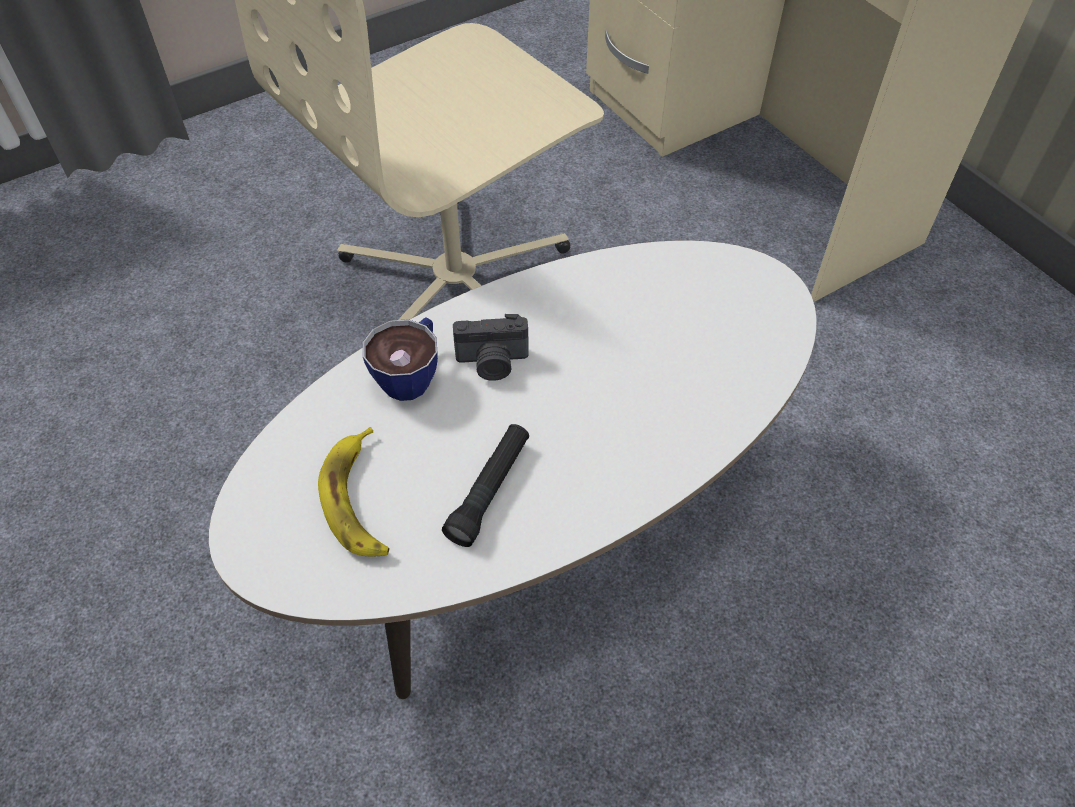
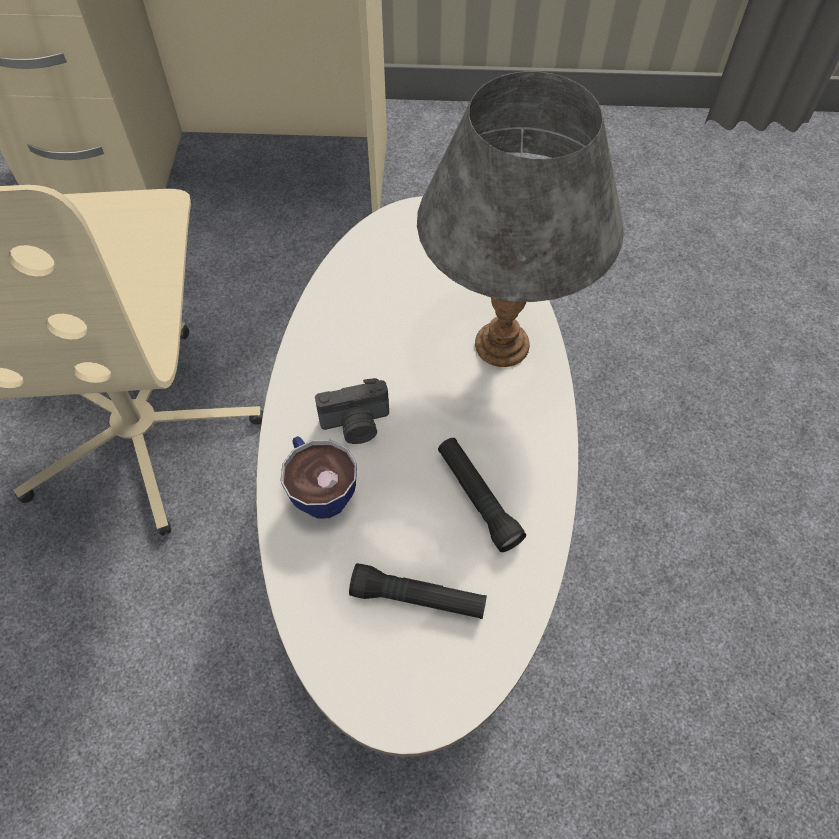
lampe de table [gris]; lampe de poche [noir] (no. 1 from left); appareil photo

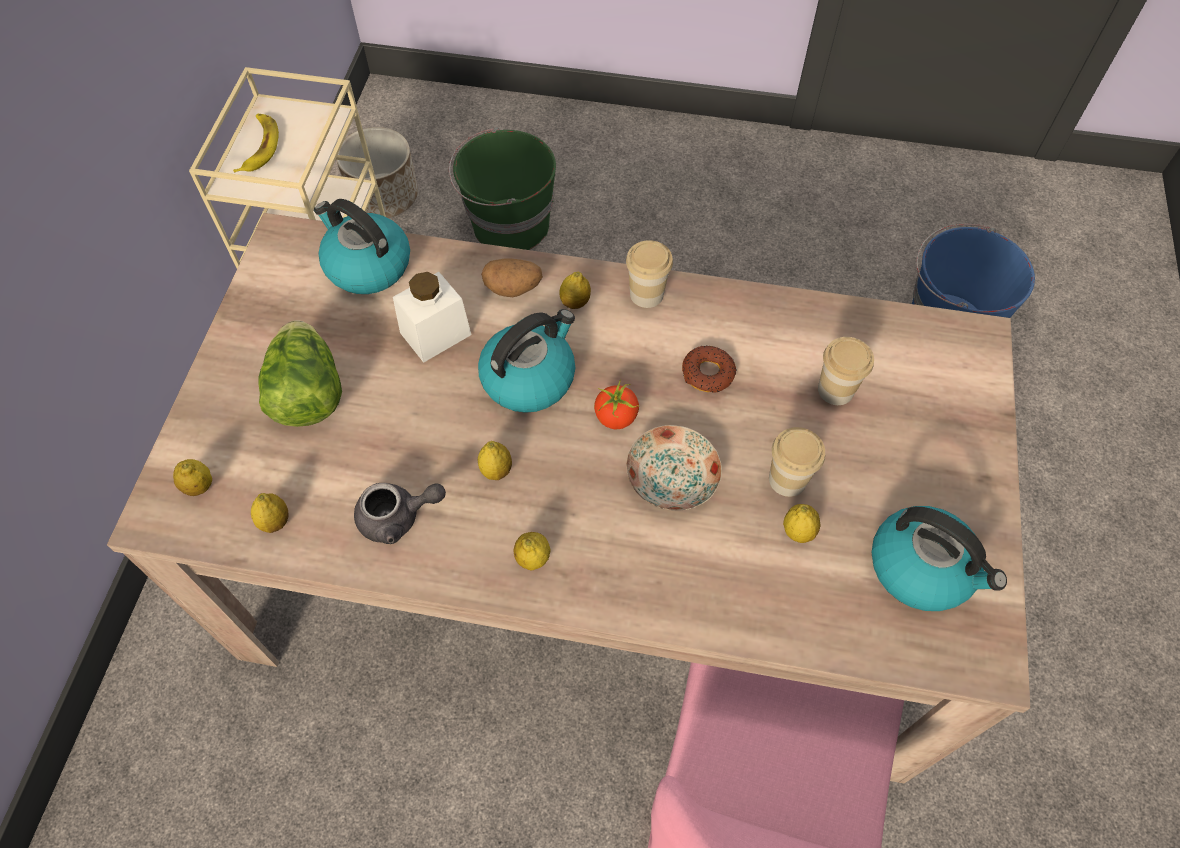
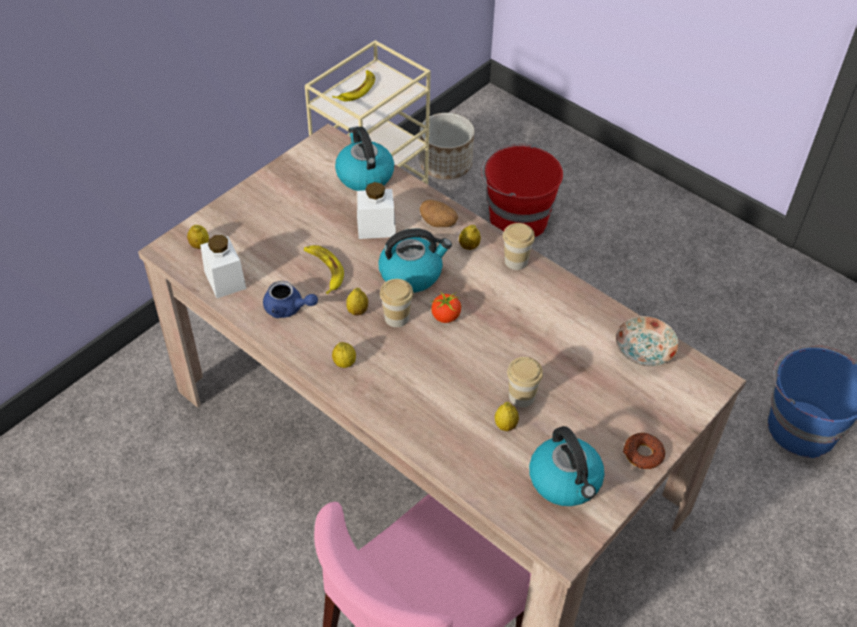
laitue; banane (no. 1 from left); assiette; beignet; tasse (no. 1 from left); bocal [blanc] (no. 1 from left); théière [bleu]; seau [rouge]

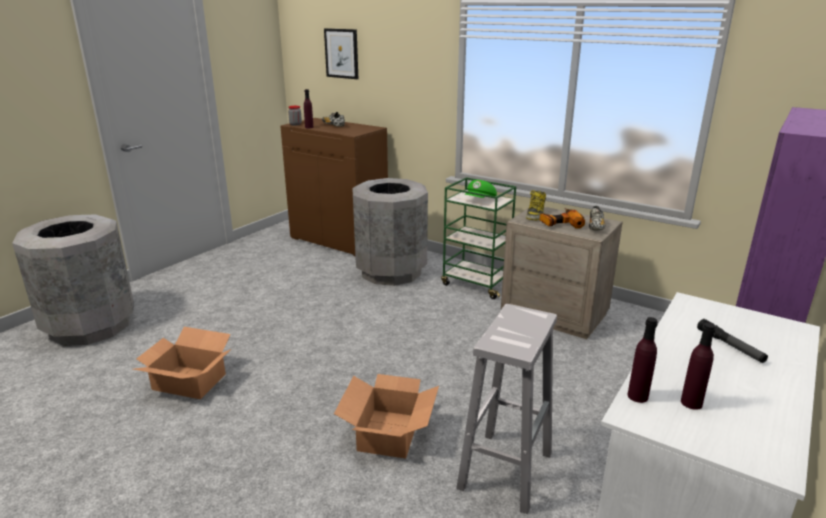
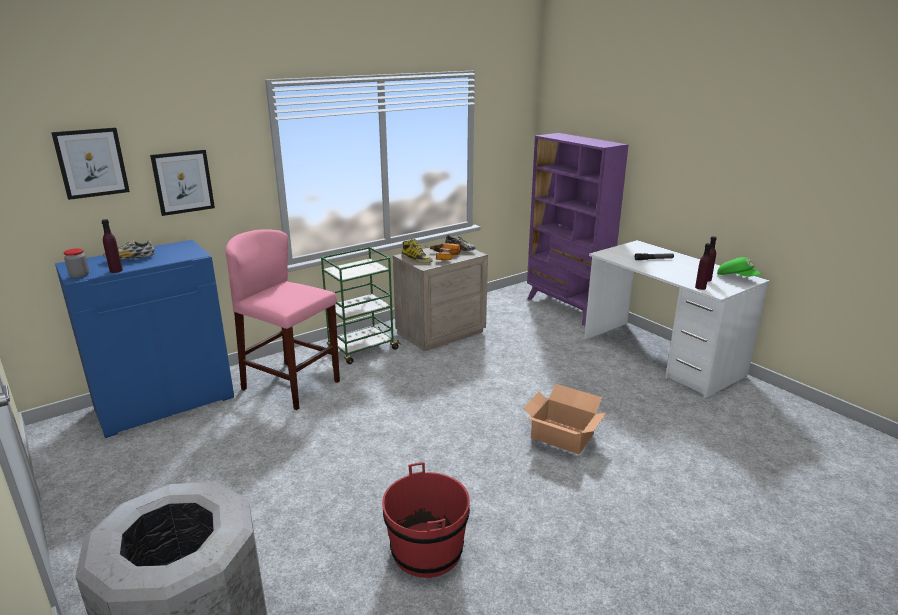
tabouret [blanc]; tableau (no. 2 from left); casquette [vert]; seau [rouge]; tabouret [rose]; meuble de rangement [bleu]

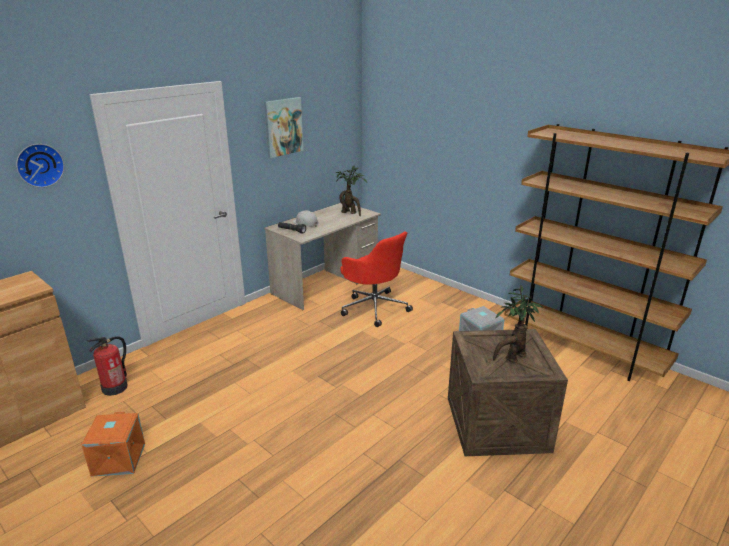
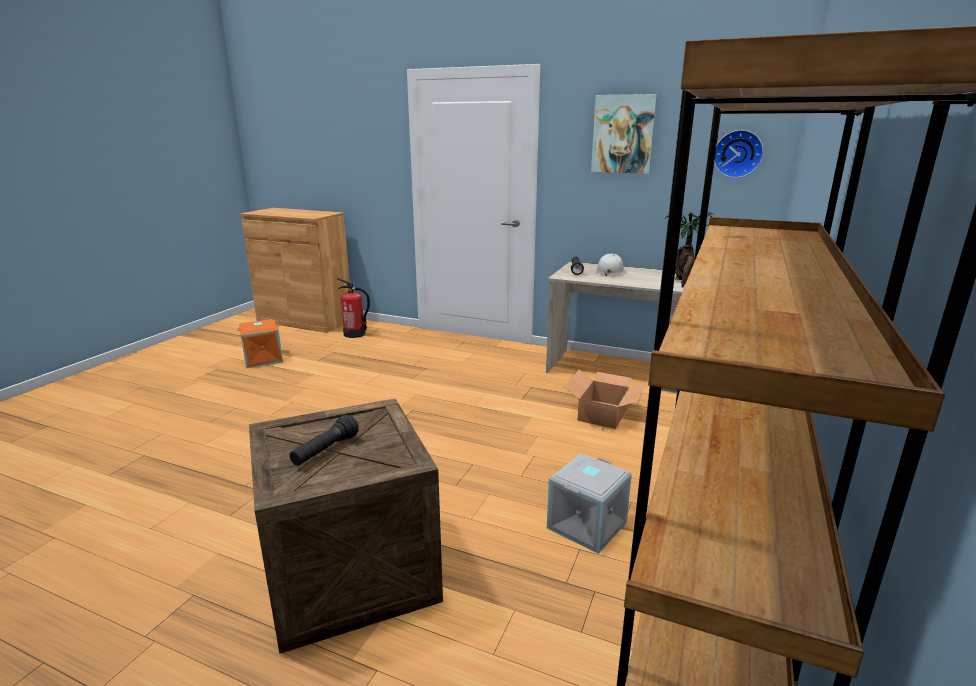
horloge murale; carton; lampe de poche [noir] (no. 1 from left)

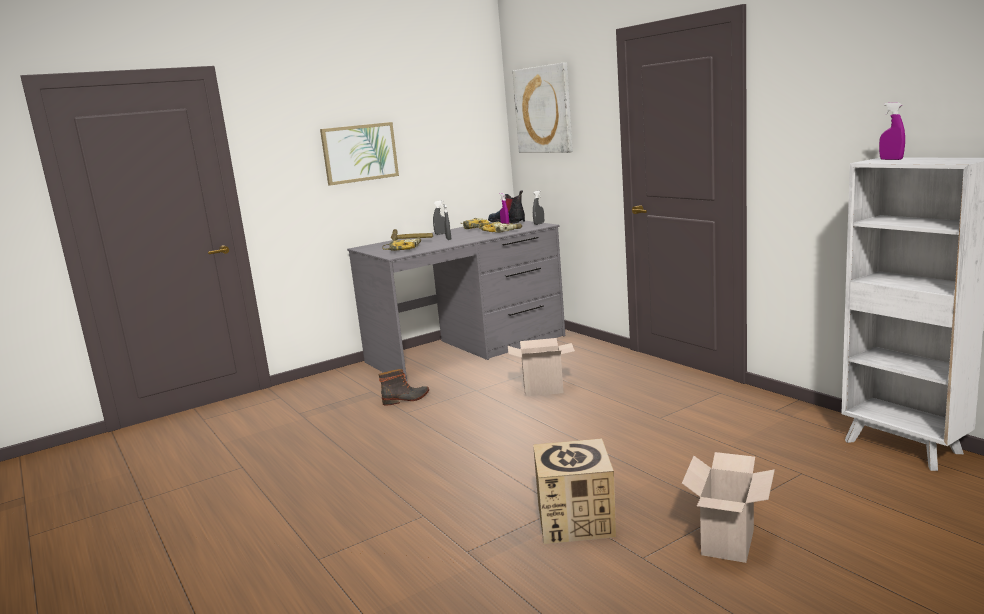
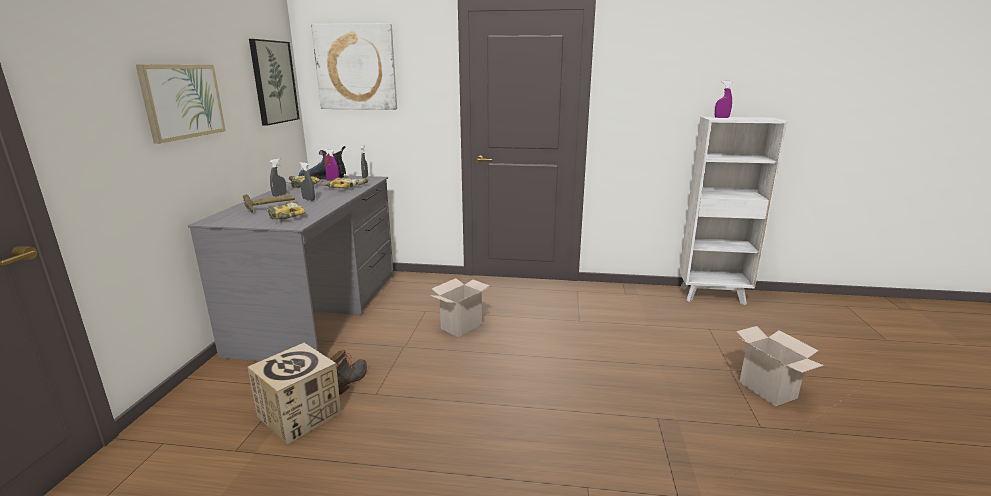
tableau (no. 2 from left); carton (no. 1 from left)

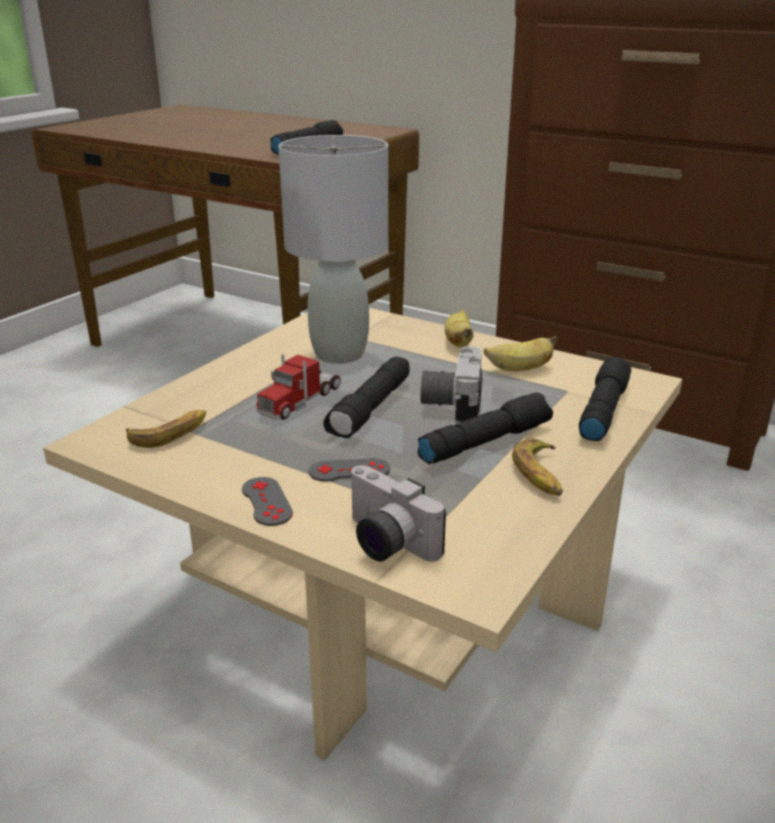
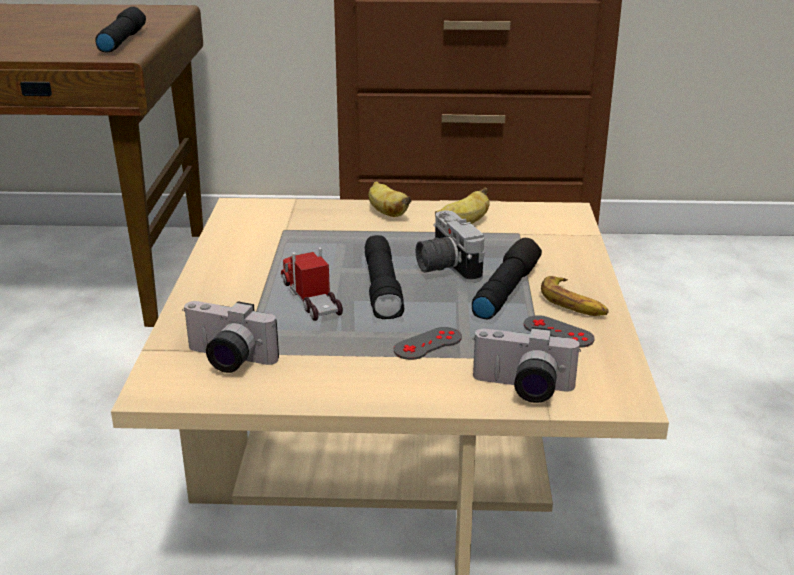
lampe de table [gris]; lampe de poche [noir] (no. 4 from left in the first image); manette [gris] (no. 2 from left); appareil photo (no. 1 from left); camion jouet

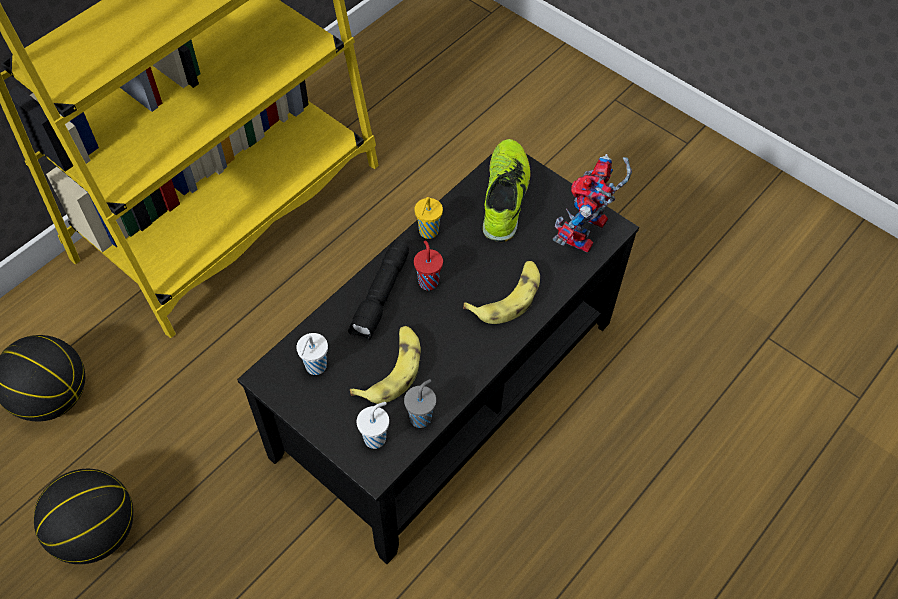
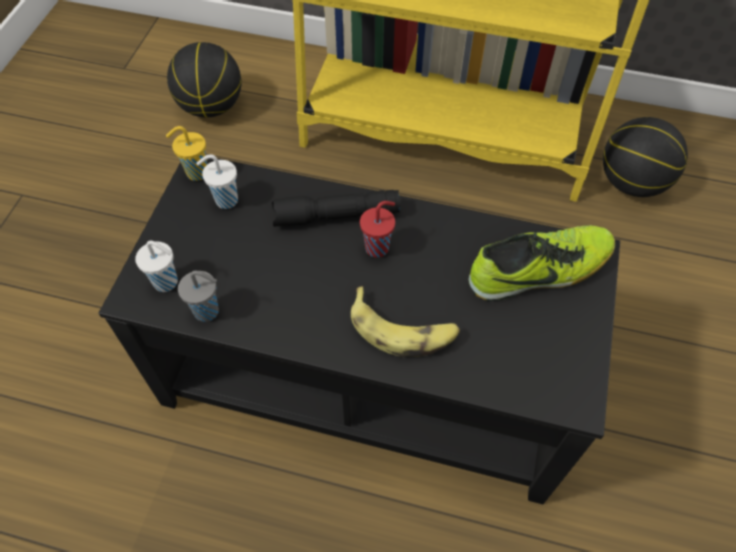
banane (no. 1 from left in the first image); robot jouet; ballon de basket (no. 2 from left); tasse [jaune]

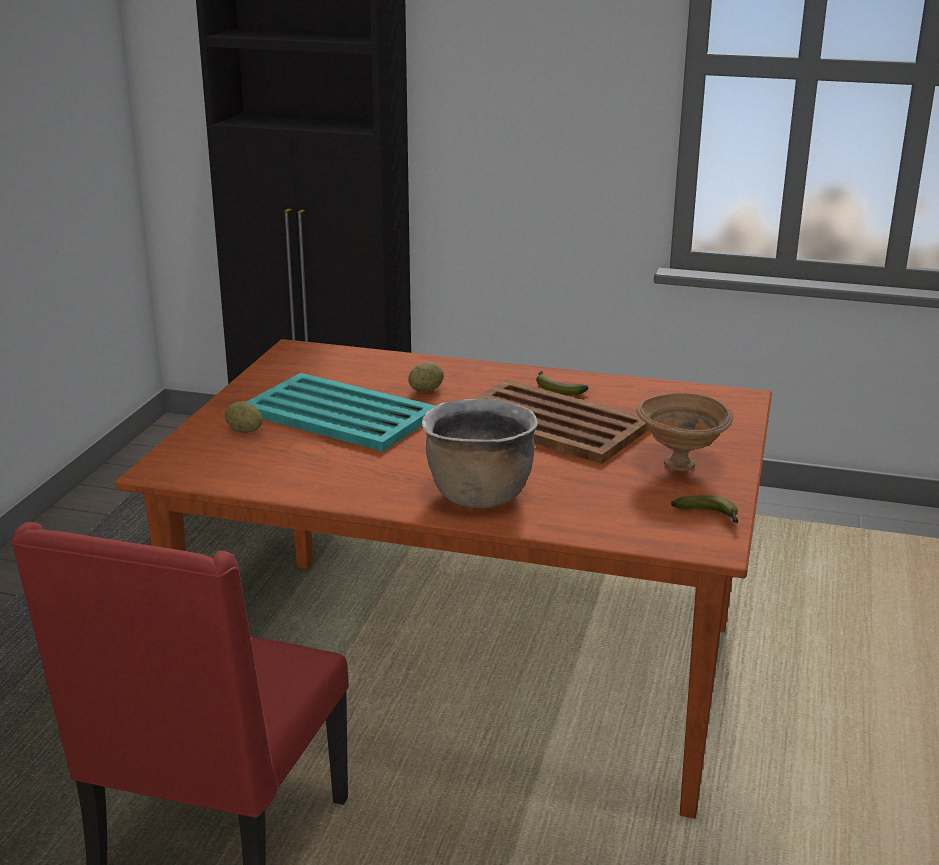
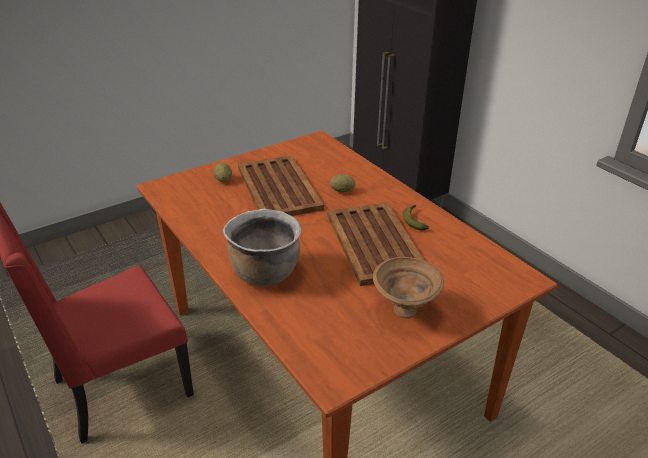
banane (no. 2 from left in the first image); plateau [marron] (no. 1 from left)

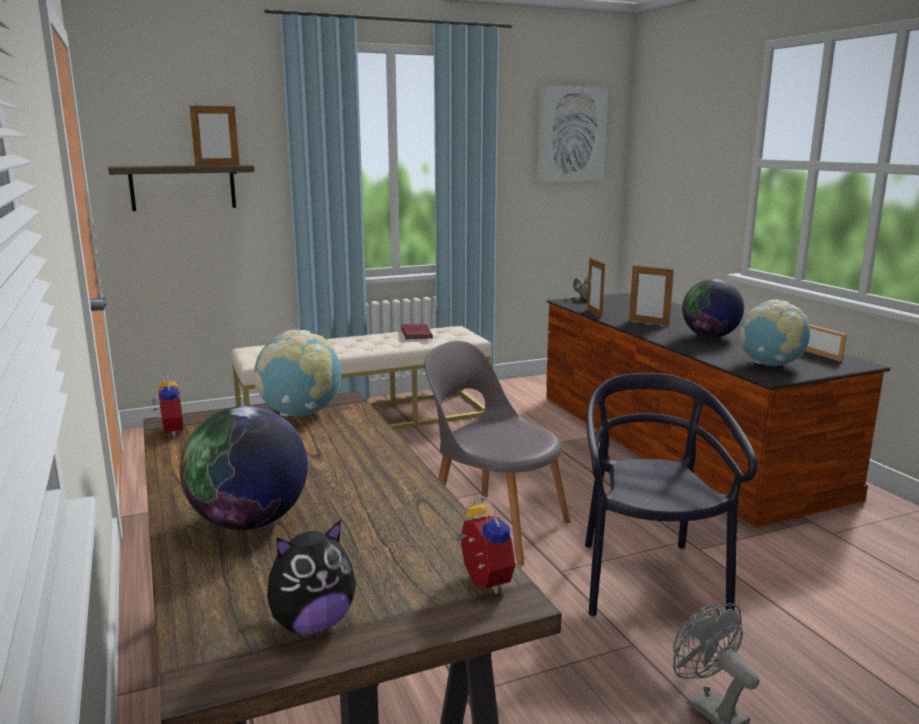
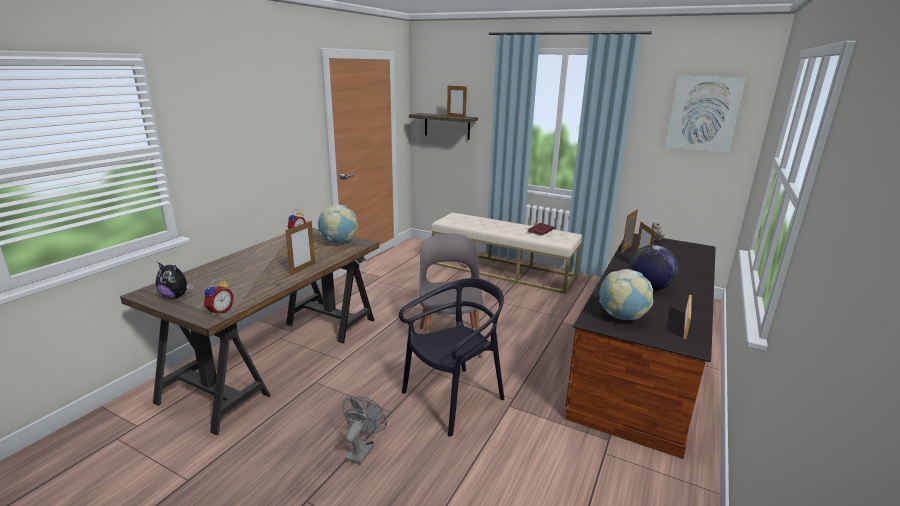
globe (no. 1 from left in the first image); cadre photo (no. 1 from left)

